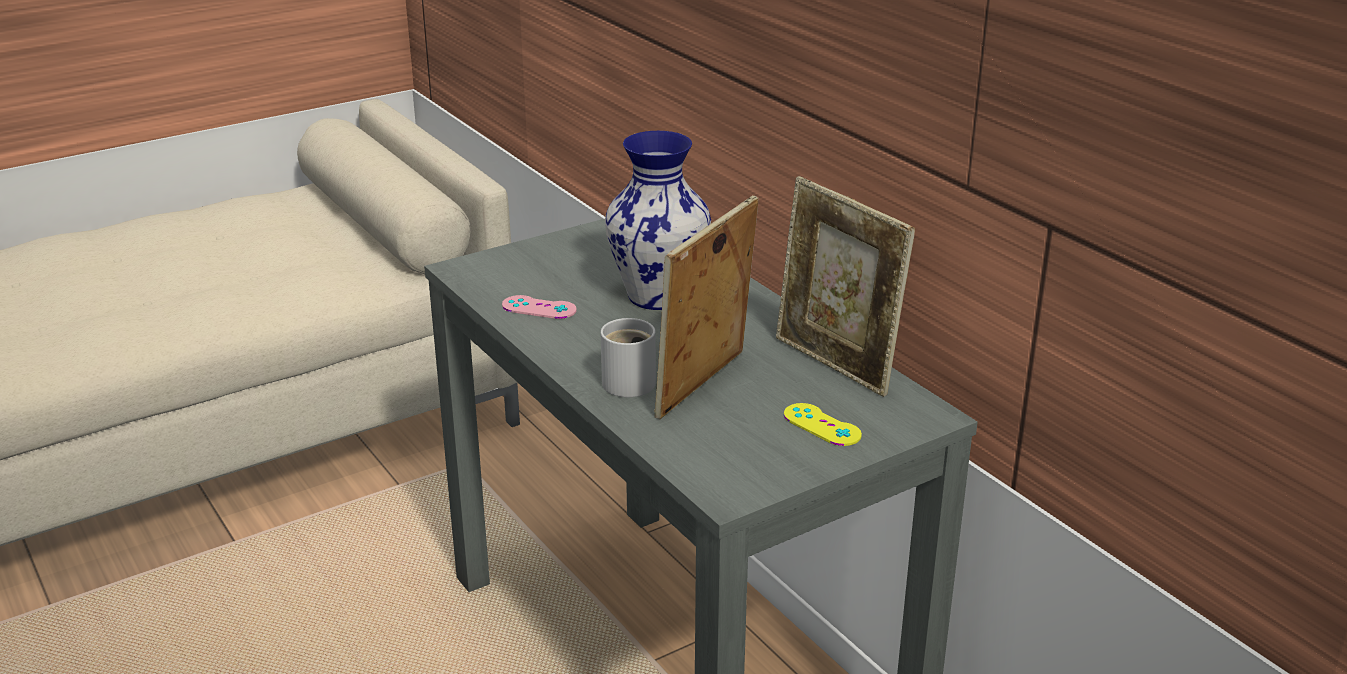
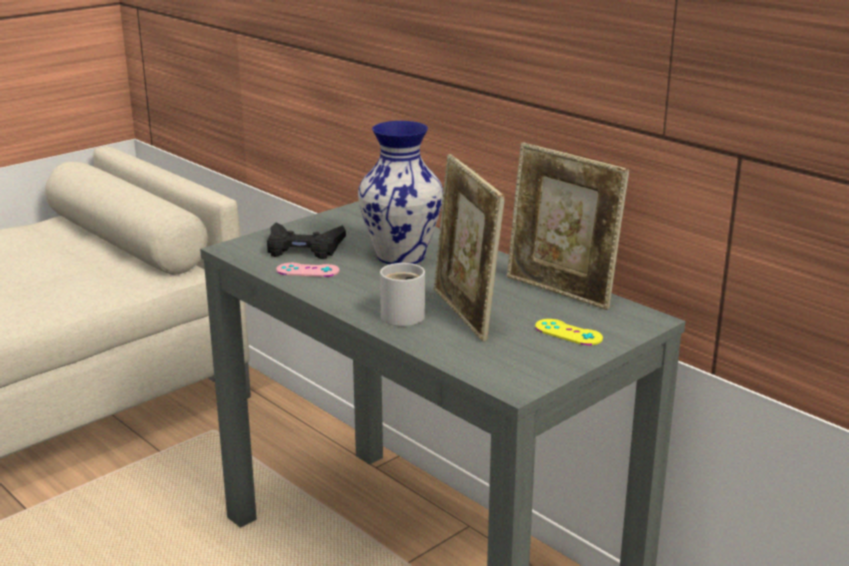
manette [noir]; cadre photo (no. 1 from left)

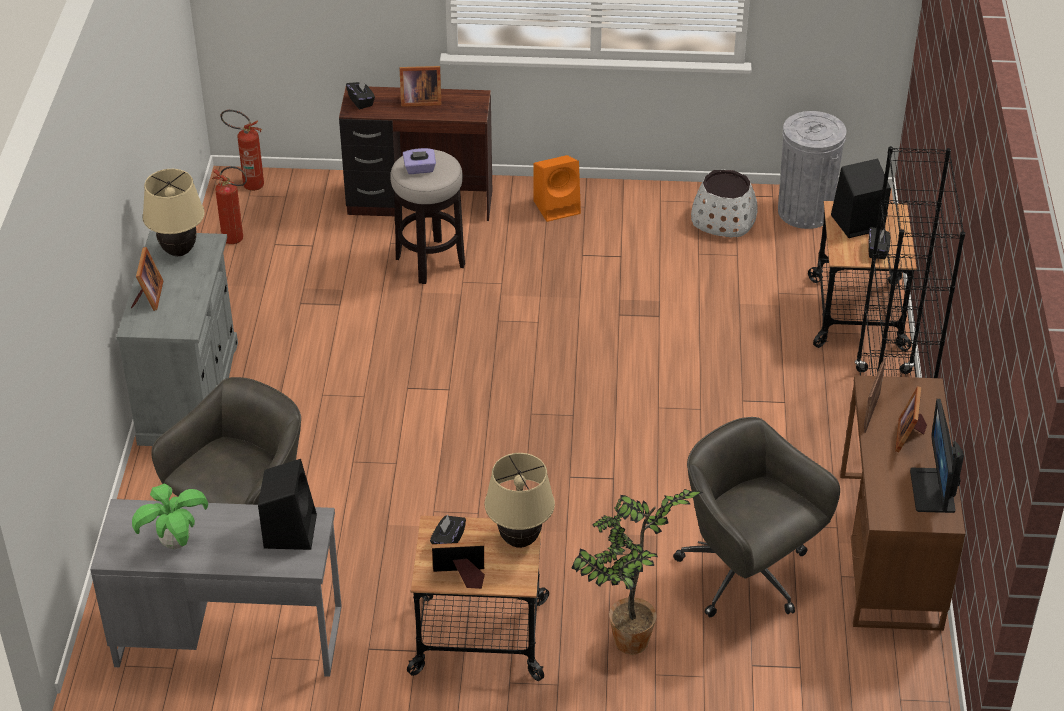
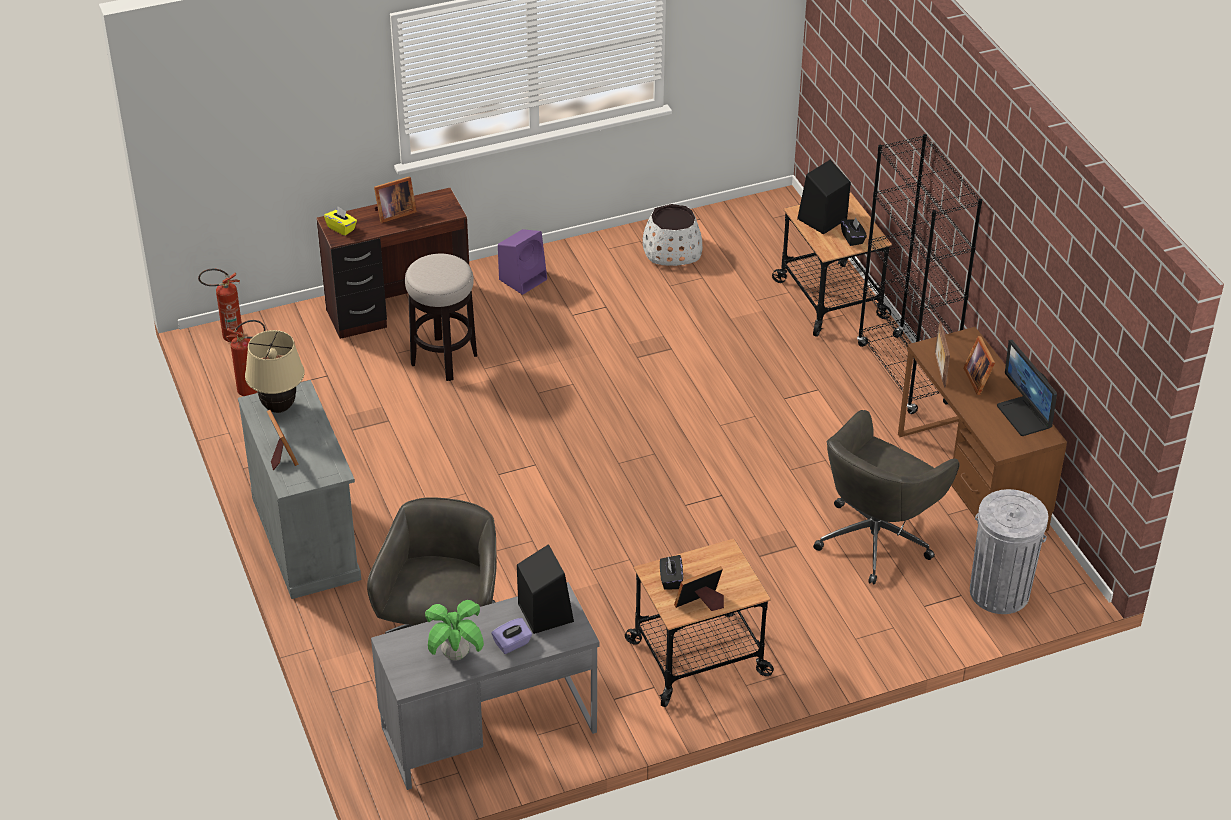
lampe de table [beige] (no. 2 from left in the first image); plante en pot (no. 2 from left in the first image); boîte à mouchoirs [violet]; poubelle [gris]; boîte à mouchoirs [jaune]; enceinte [violet]; chaise de bureau [gris] (no. 2 from left)

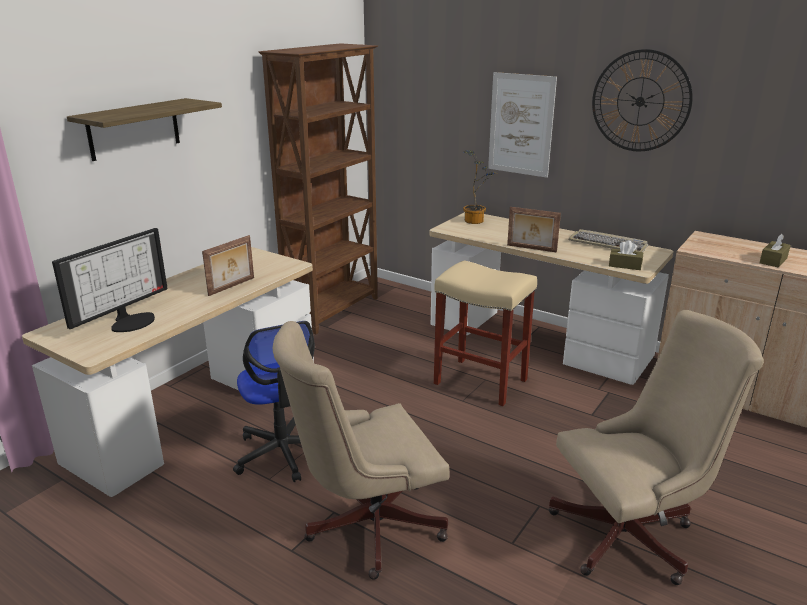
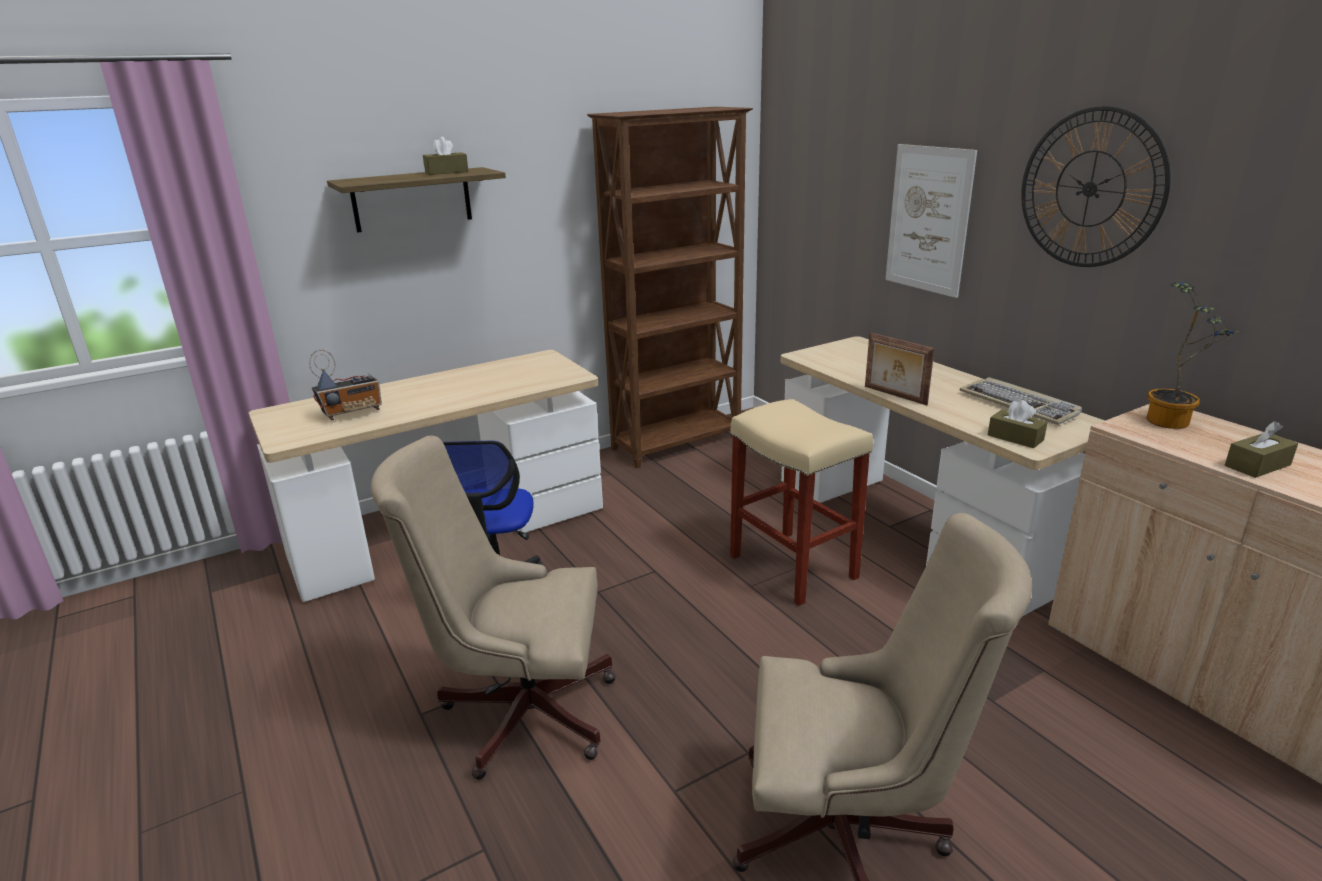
cadre photo (no. 1 from left in the first image); boîte à mouchoirs [marron] (no. 1 from left); plante en pot; radio

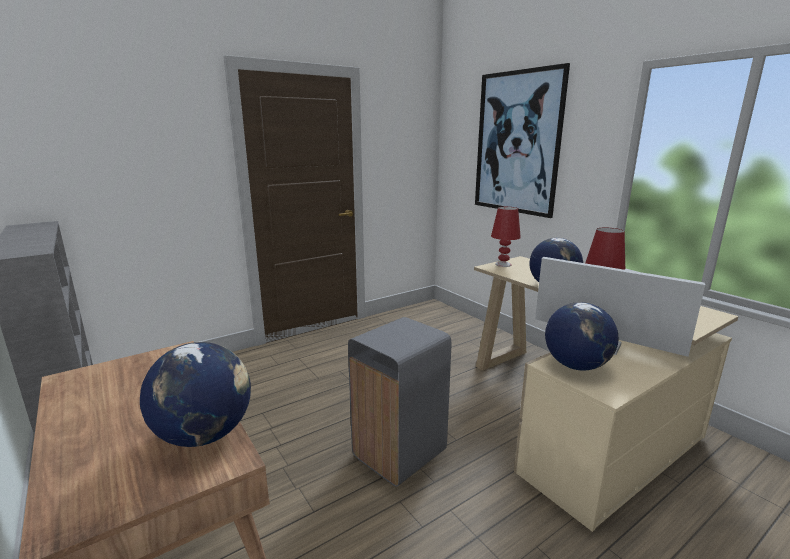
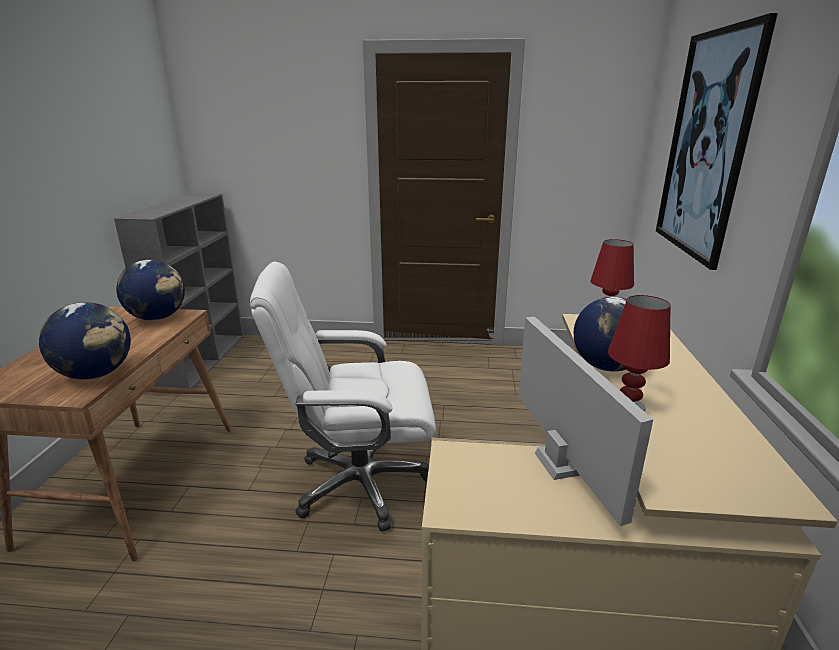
globe (no. 2 from left); chaise de bureau [blanc]

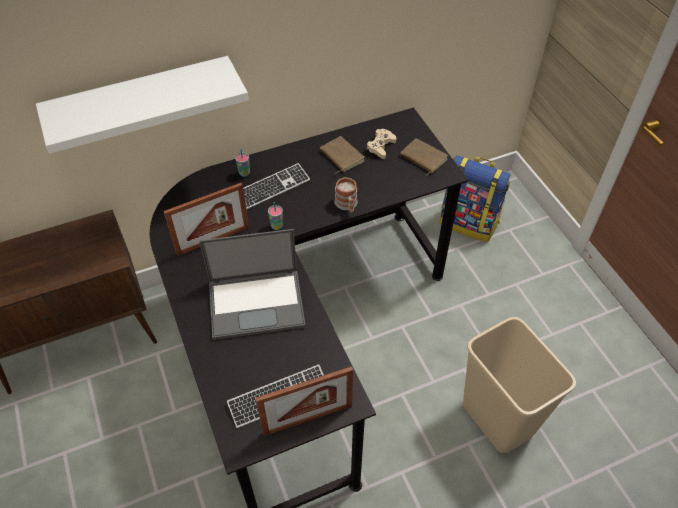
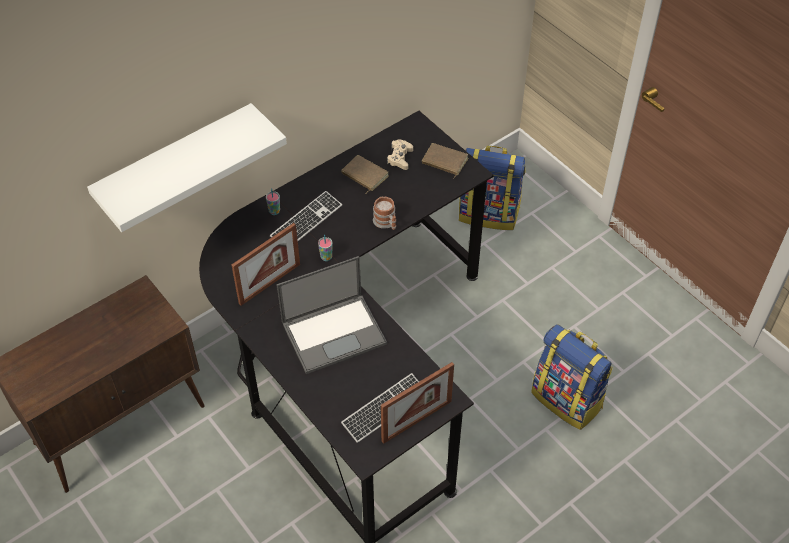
sac à dos (no. 2 from left)

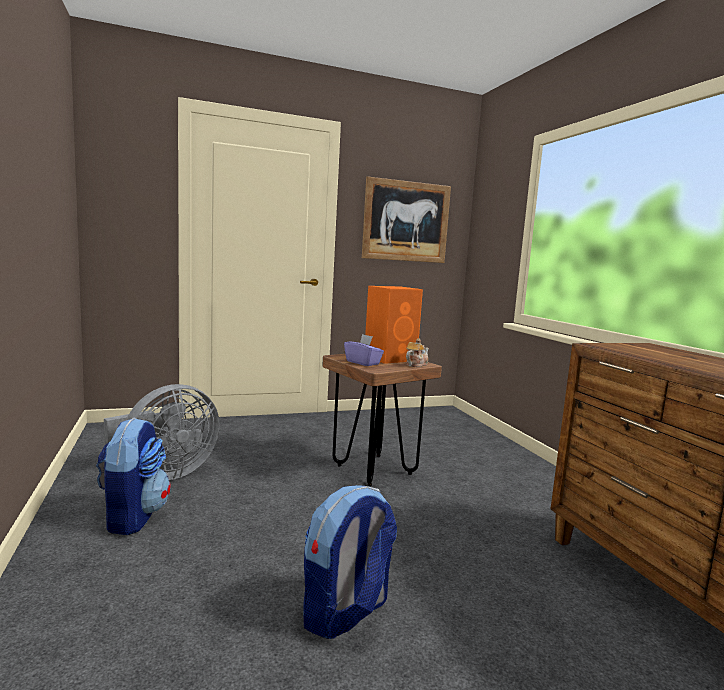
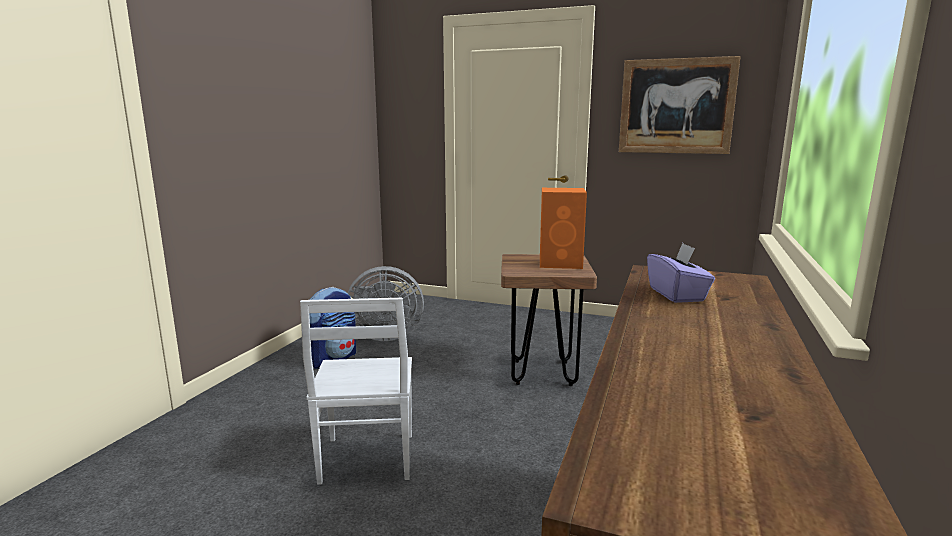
théière; boîte à mouchoirs [violet]; chaise [blanc]

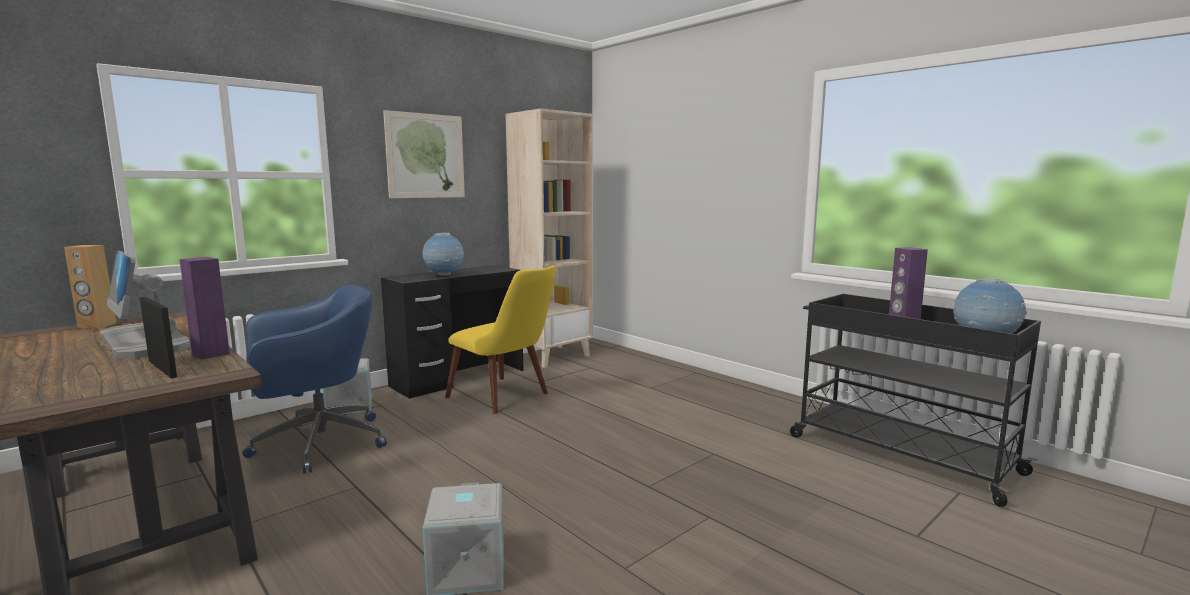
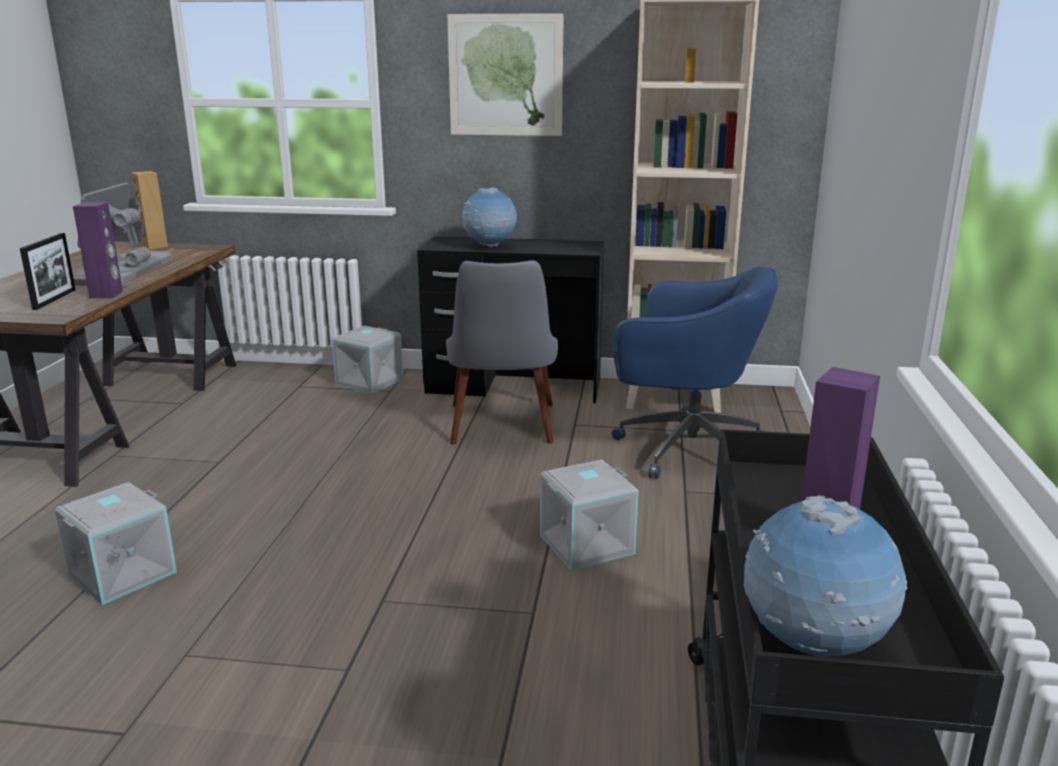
boîte de rangement [gris] (no. 3 from left); chaise de bureau [bleu]; chaise [gris]

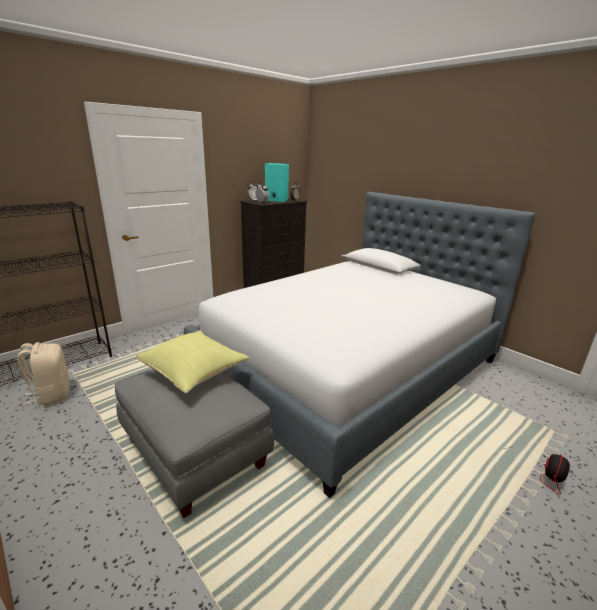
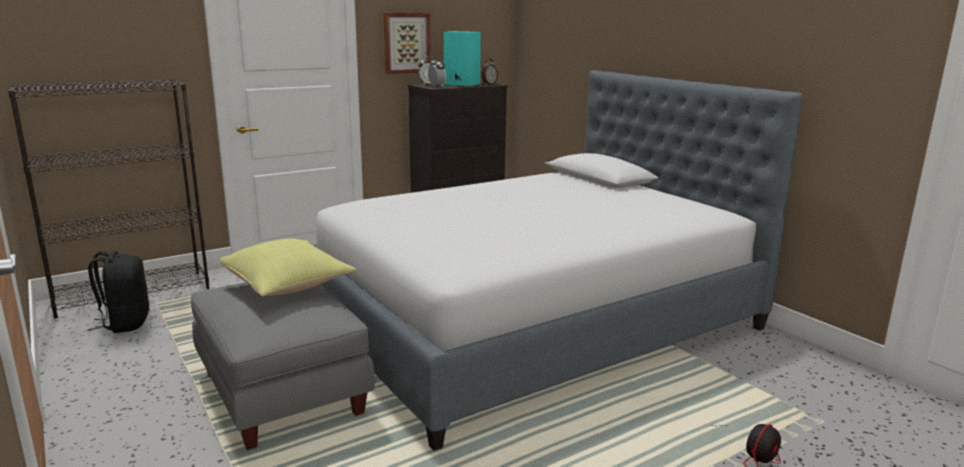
tableau; sac à dos [noir]

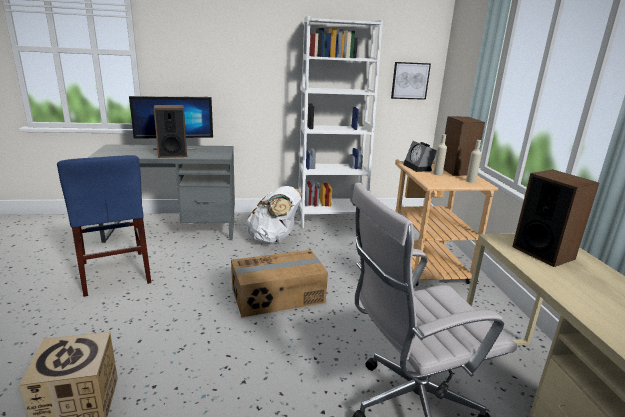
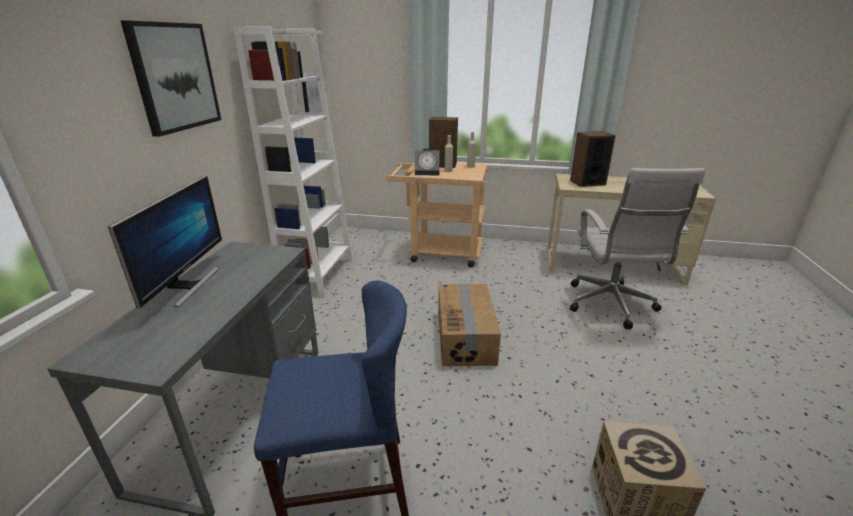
enceinte (no. 1 from left in the first image); sac à dos [blanc]; tableau (no. 1 from left)

